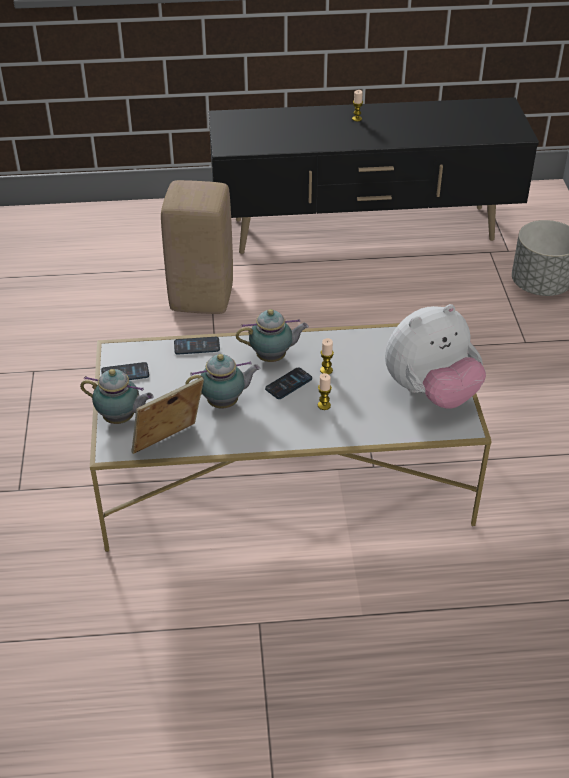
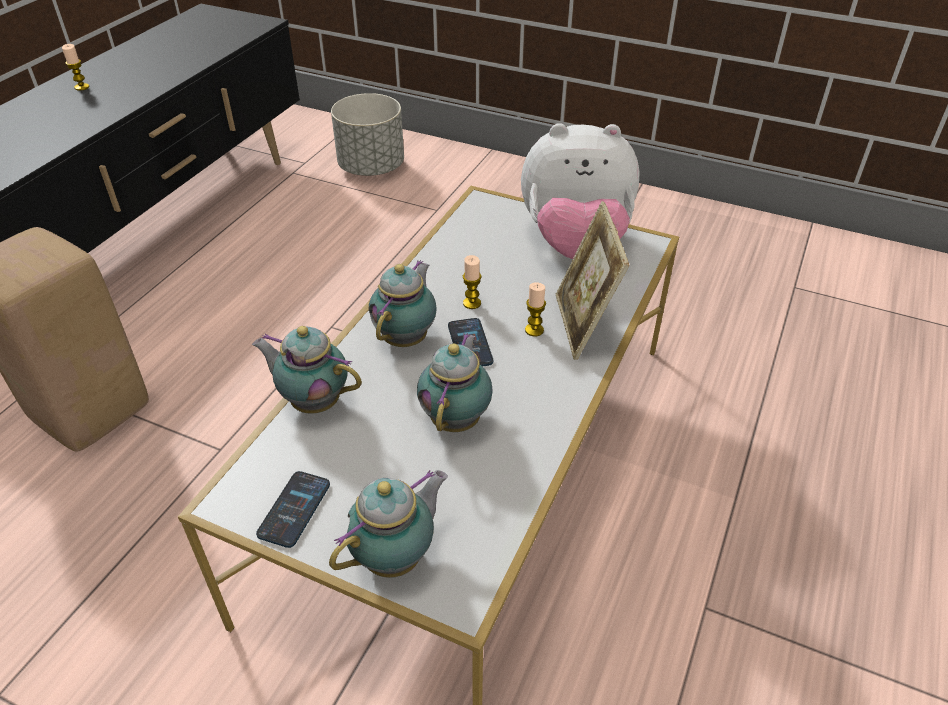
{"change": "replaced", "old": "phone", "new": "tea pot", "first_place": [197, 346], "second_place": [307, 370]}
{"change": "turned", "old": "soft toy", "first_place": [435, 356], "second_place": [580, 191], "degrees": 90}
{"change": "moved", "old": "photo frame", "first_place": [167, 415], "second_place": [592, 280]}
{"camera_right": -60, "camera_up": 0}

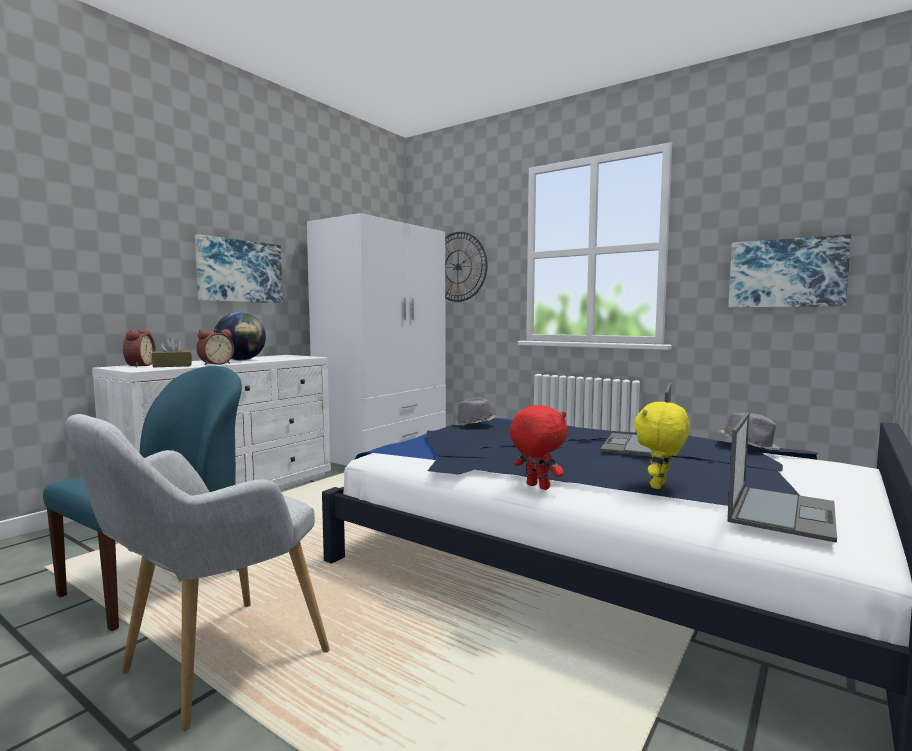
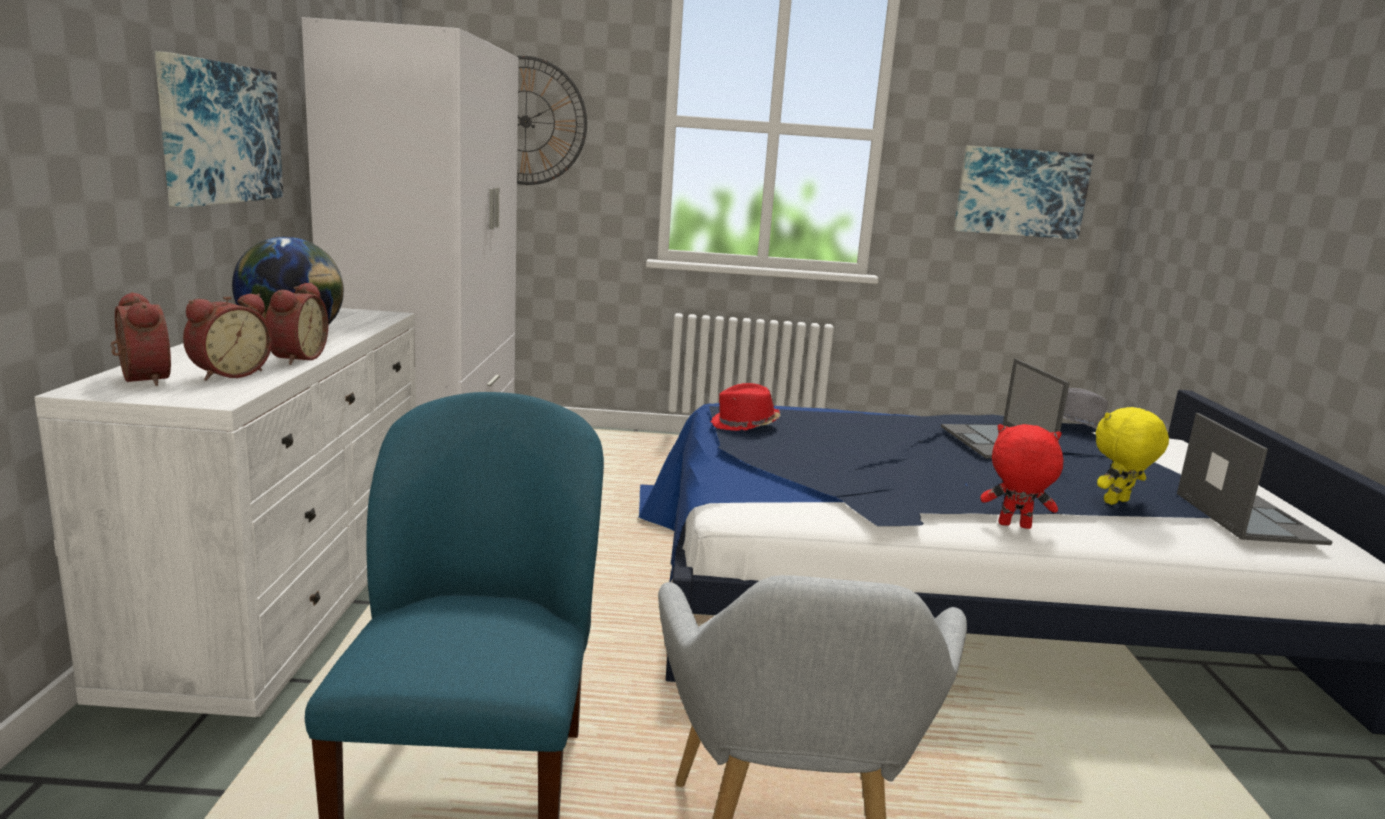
{"change": "replaced", "old": "tissue box/brownish", "new": "bedside clock", "first_place": [172, 352], "second_place": [227, 337]}
{"change": "recoloured", "old": "wearable hat/greyish", "new": "wearable hat/red", "first_place": [474, 411], "second_place": [745, 407]}
{"change": "turned", "old": "soft toy/yellow", "first_place": [662, 445], "second_place": [1132, 456], "degrees": 60}
{"camera_right": -35, "camera_up": 10}

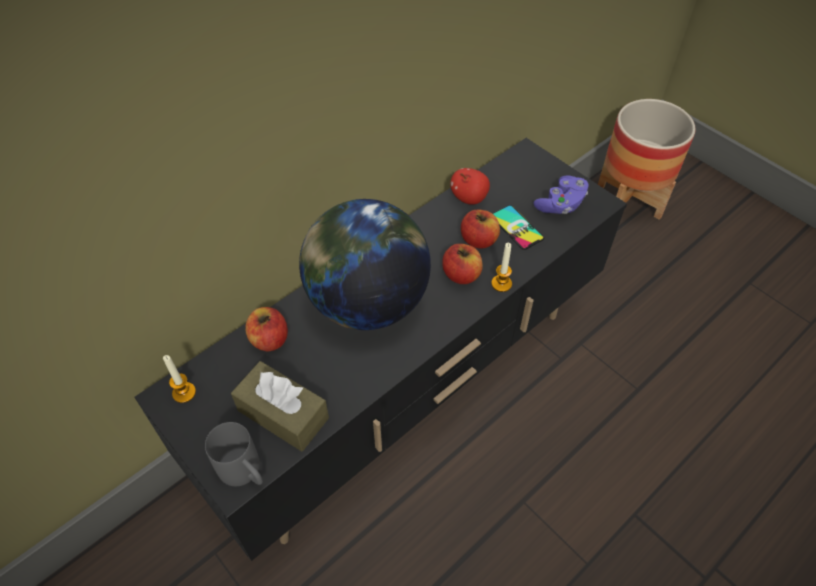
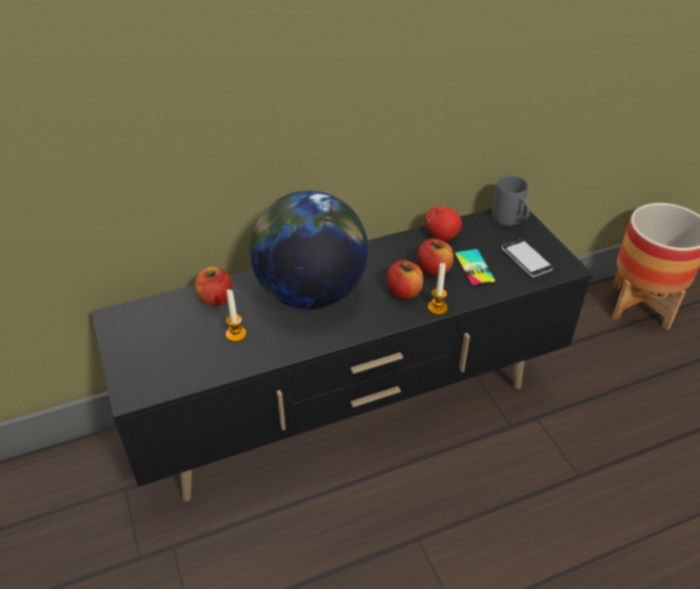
{"change": "moved", "old": "wax candle", "first_place": [179, 379], "second_place": [236, 315]}
{"change": "moved", "old": "tea mug/greyish", "first_place": [234, 454], "second_place": [511, 201]}
{"change": "replaced", "old": "game controller/purple", "new": "phone", "first_place": [561, 195], "second_place": [527, 258]}
{"change": "removed", "old": "tissue box/brownish", "first_place": [280, 406]}
{"camera_right": 20, "camera_up": -10}

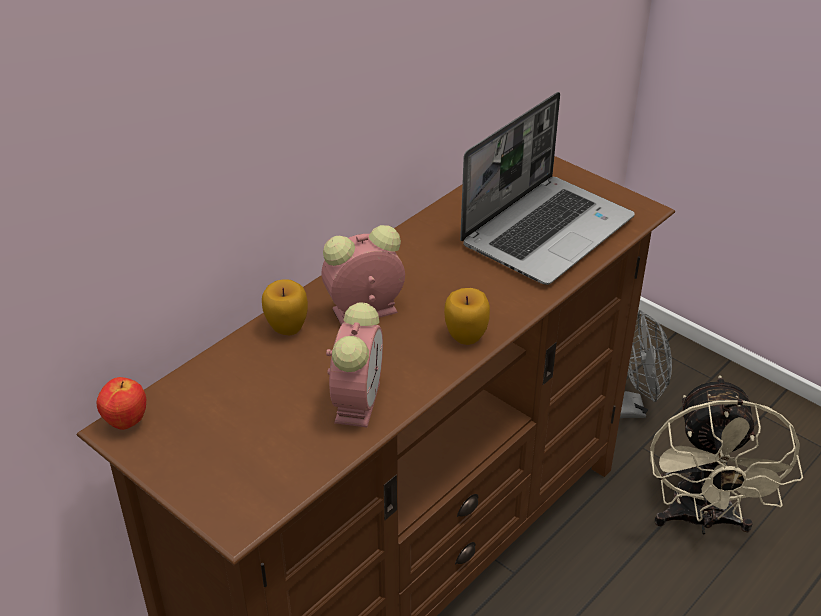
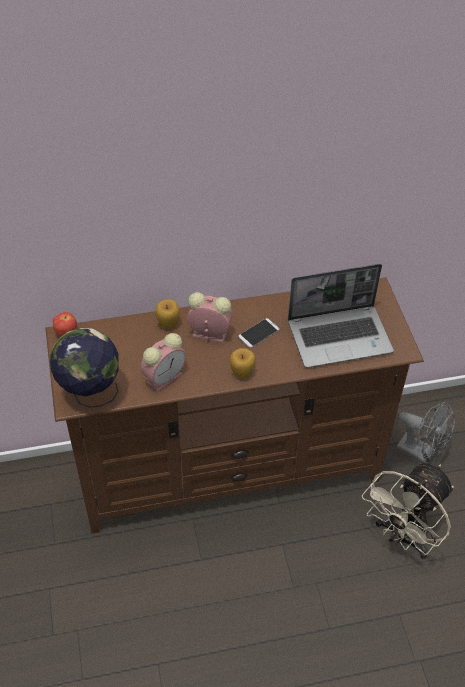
{"change": "added", "new": "desk globe", "second_place": [84, 368]}
{"change": "added", "new": "phone", "second_place": [259, 333]}
{"camera_right": 35, "camera_up": 10}

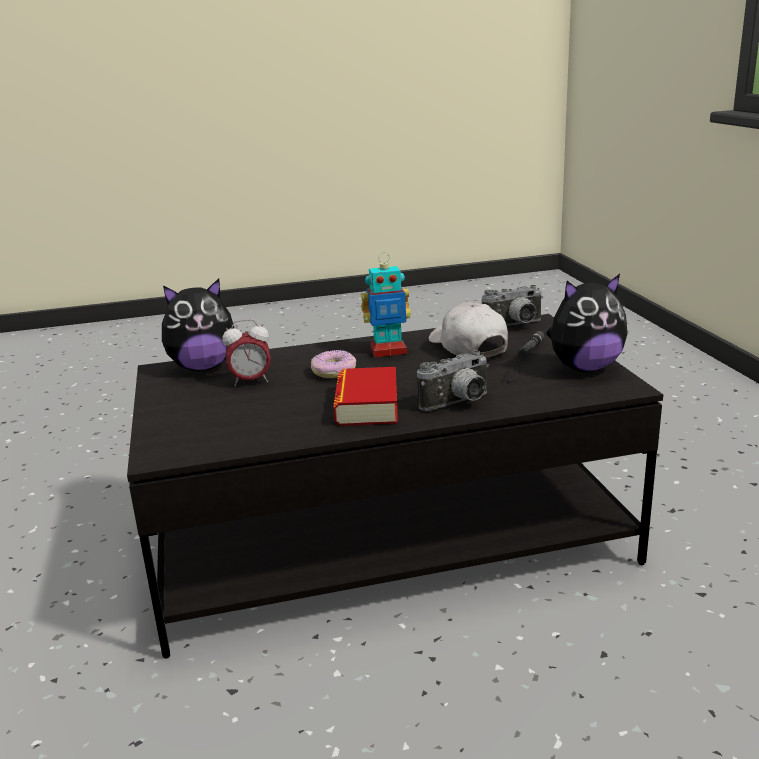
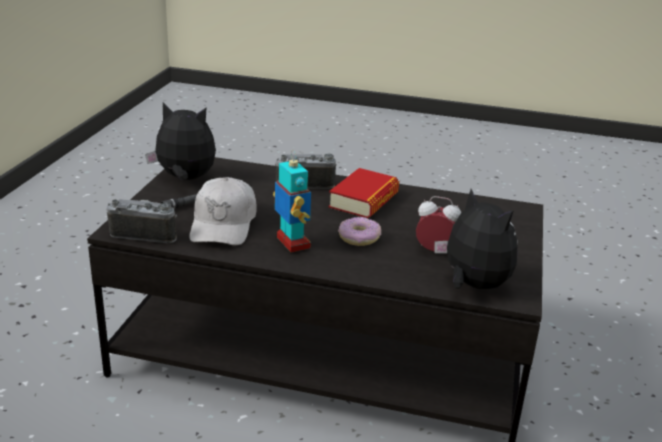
{"change": "turned", "old": "model robot", "first_place": [386, 305], "second_place": [292, 201], "degrees": 45}
{"change": "turned", "old": "soft toy", "first_place": [200, 325], "second_place": [476, 239], "degrees": 45}
{"camera_right": -155, "camera_up": 5}

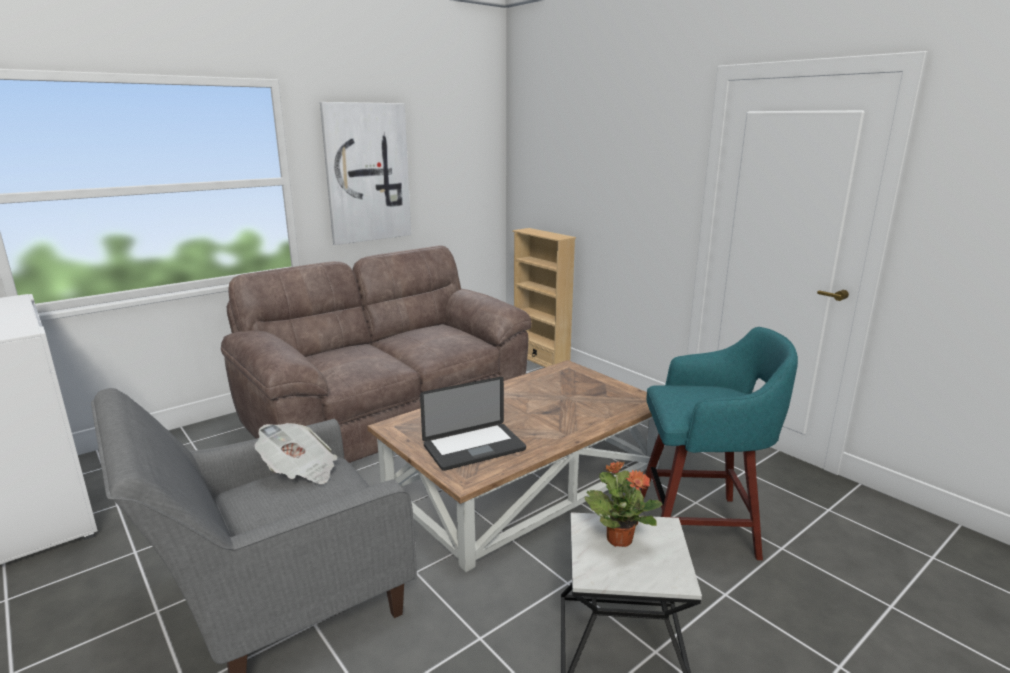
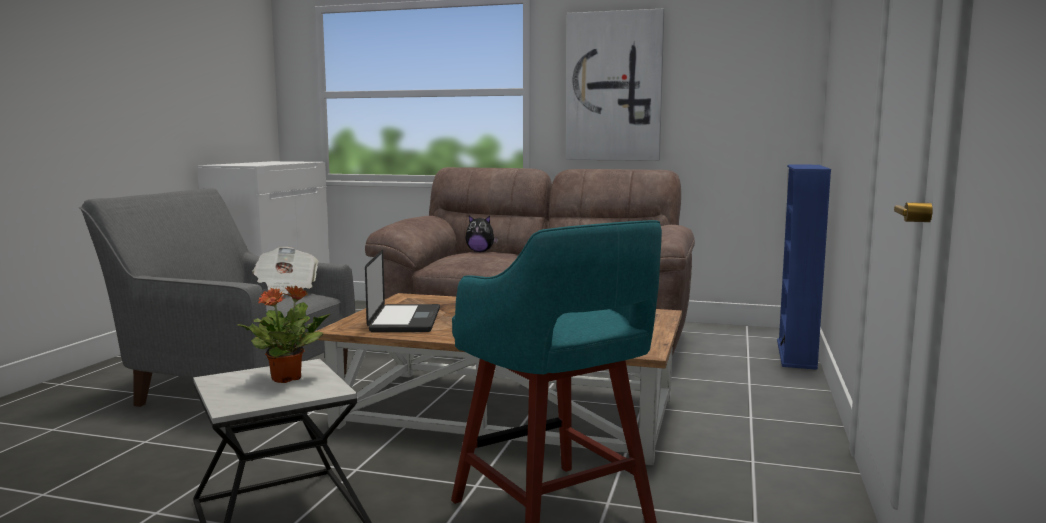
{"change": "turned", "old": "notebook computer", "first_place": [473, 424], "second_place": [402, 291], "degrees": -120}
{"change": "added", "new": "soft toy", "second_place": [481, 233]}
{"change": "recoloured", "old": "bookshelf/beige", "new": "bookshelf/blue", "first_place": [544, 297], "second_place": [804, 267]}
{"camera_right": 55, "camera_up": -10}

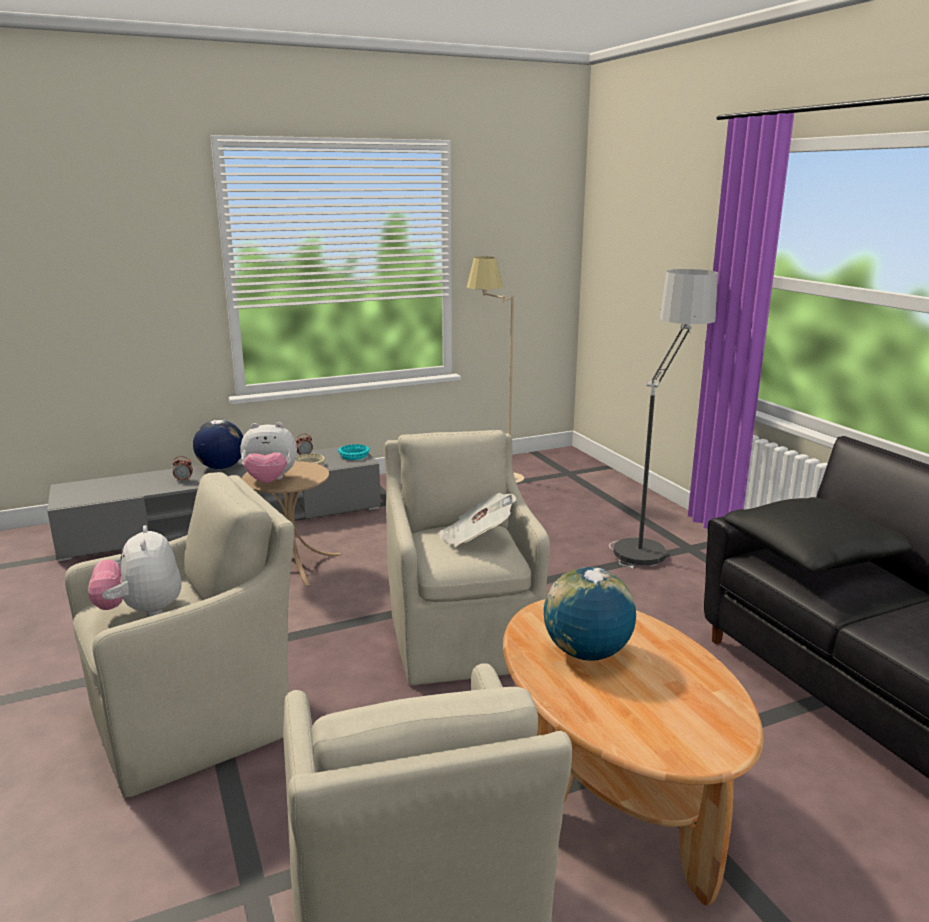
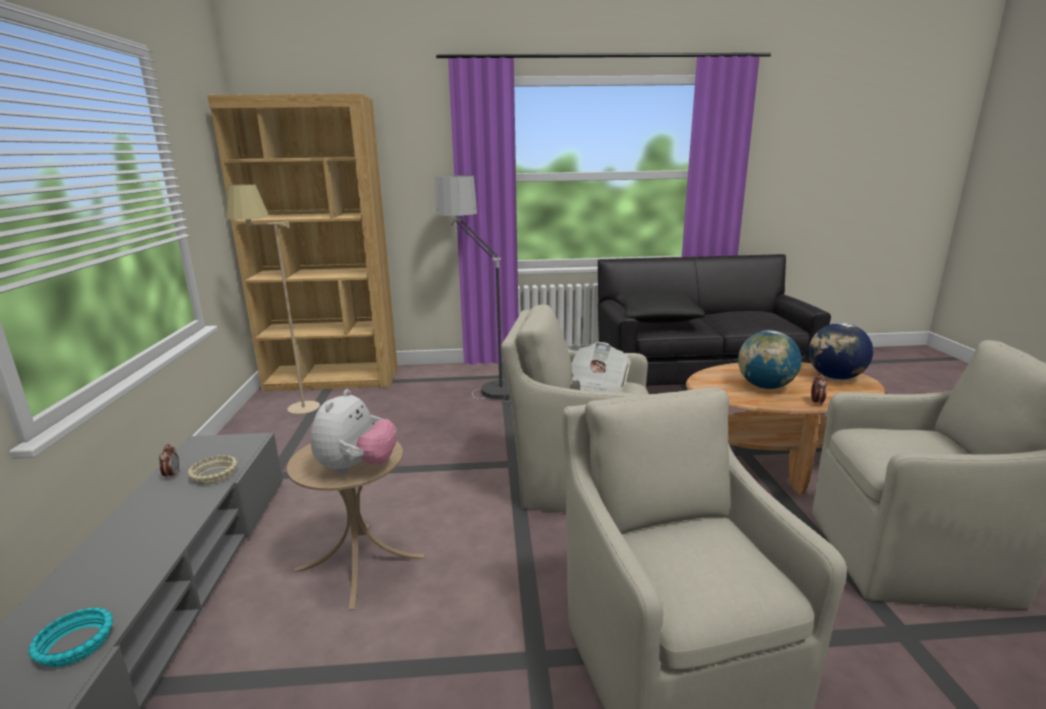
{"change": "moved", "old": "deep dish/blue-green", "first_place": [354, 452], "second_place": [70, 637]}
{"change": "added", "new": "bookshelf/brownish", "second_place": [302, 242]}
{"change": "moved", "old": "desk globe", "first_place": [218, 444], "second_place": [840, 351]}
{"change": "moved", "old": "bedside clock", "first_place": [183, 468], "second_place": [819, 389]}
{"change": "removed", "old": "soft toy", "first_place": [134, 571]}
{"camera_right": -70, "camera_up": 0}

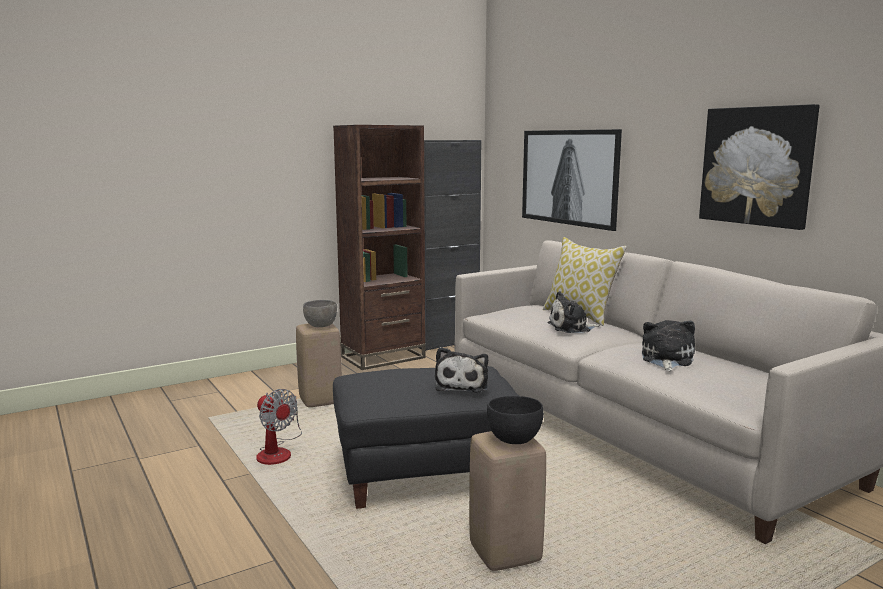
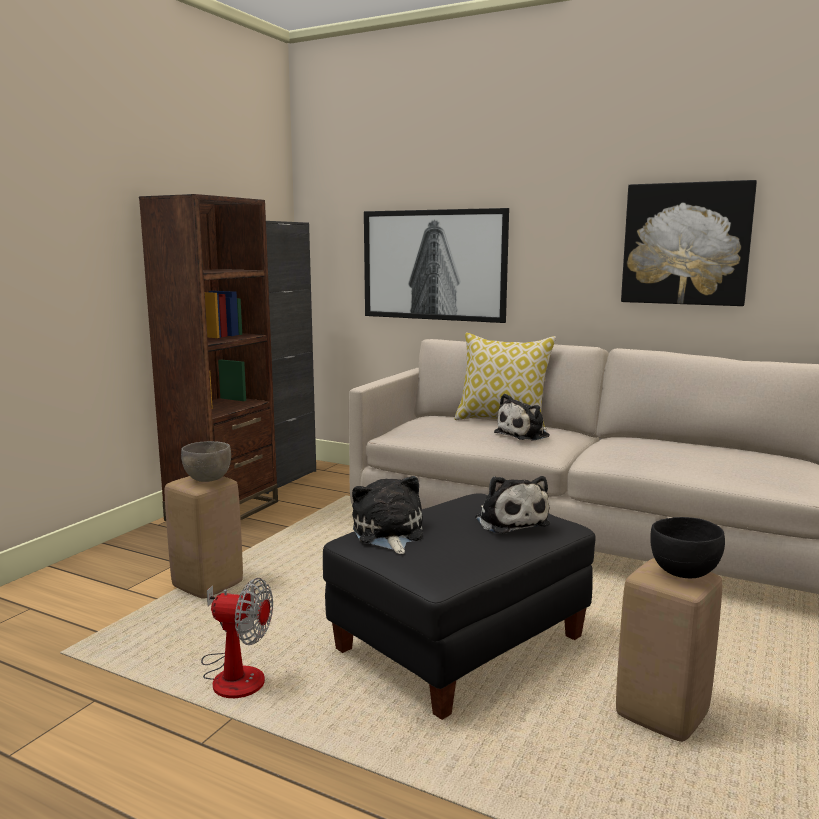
{"change": "moved", "old": "soft toy", "first_place": [668, 345], "second_place": [387, 515]}
{"camera_right": -30, "camera_up": 0}

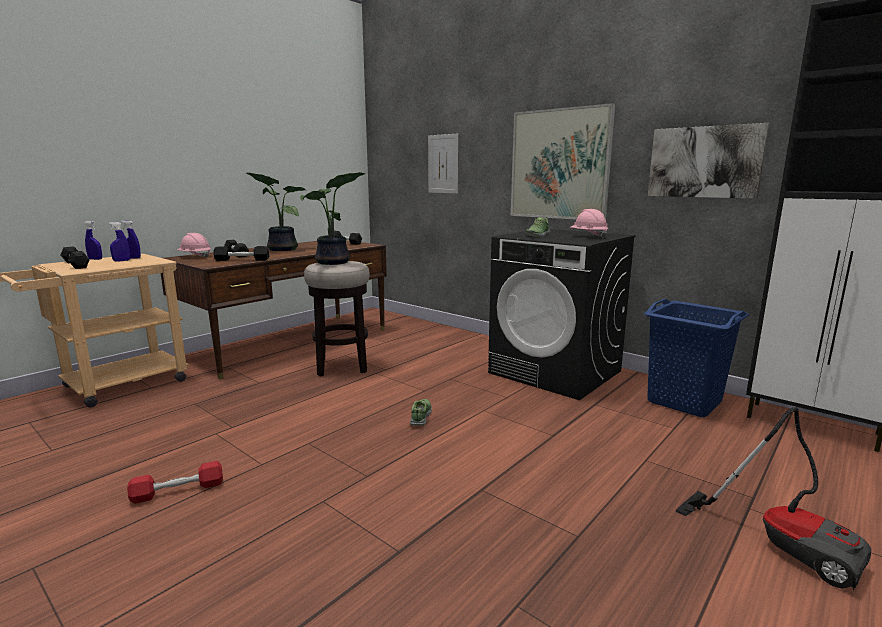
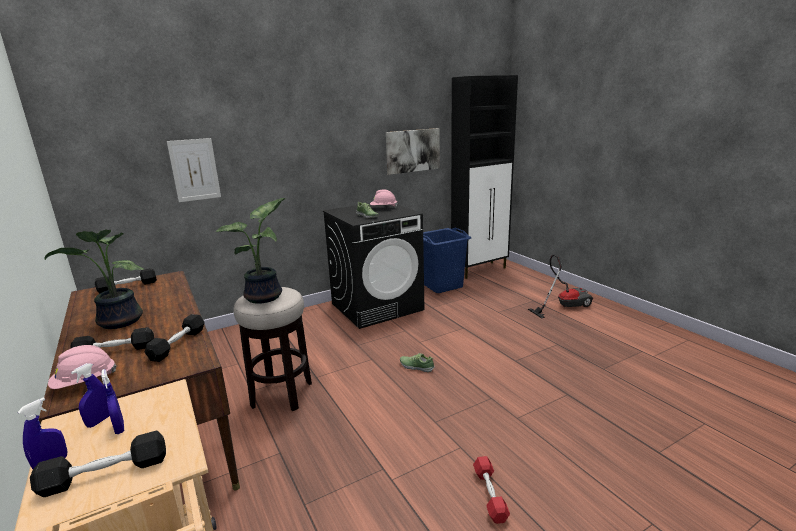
{"change": "removed", "old": "wall art", "first_place": [563, 161]}
{"camera_right": -70, "camera_up": 5}

